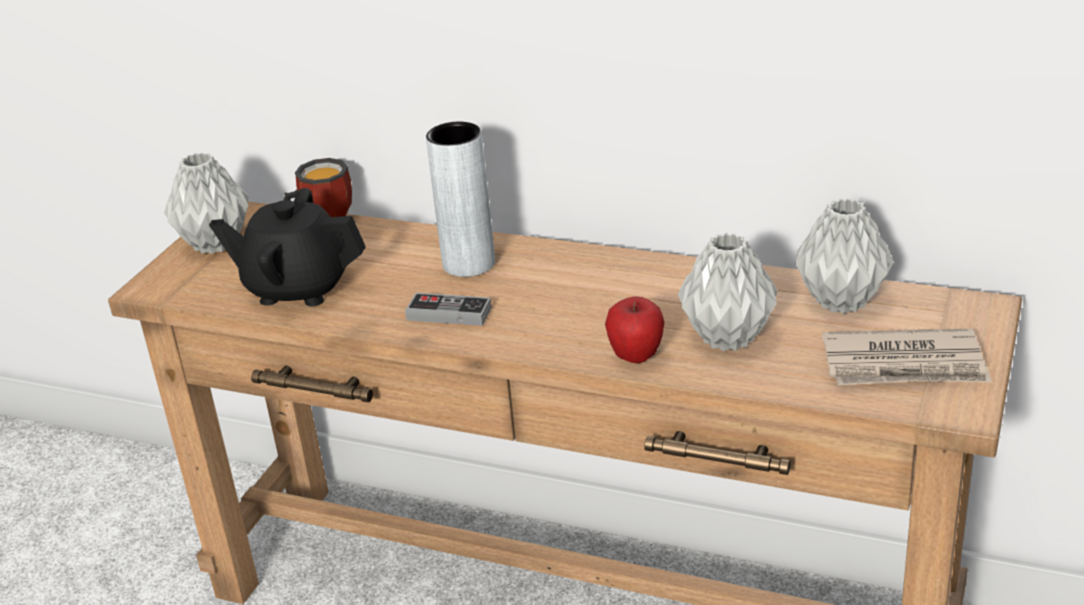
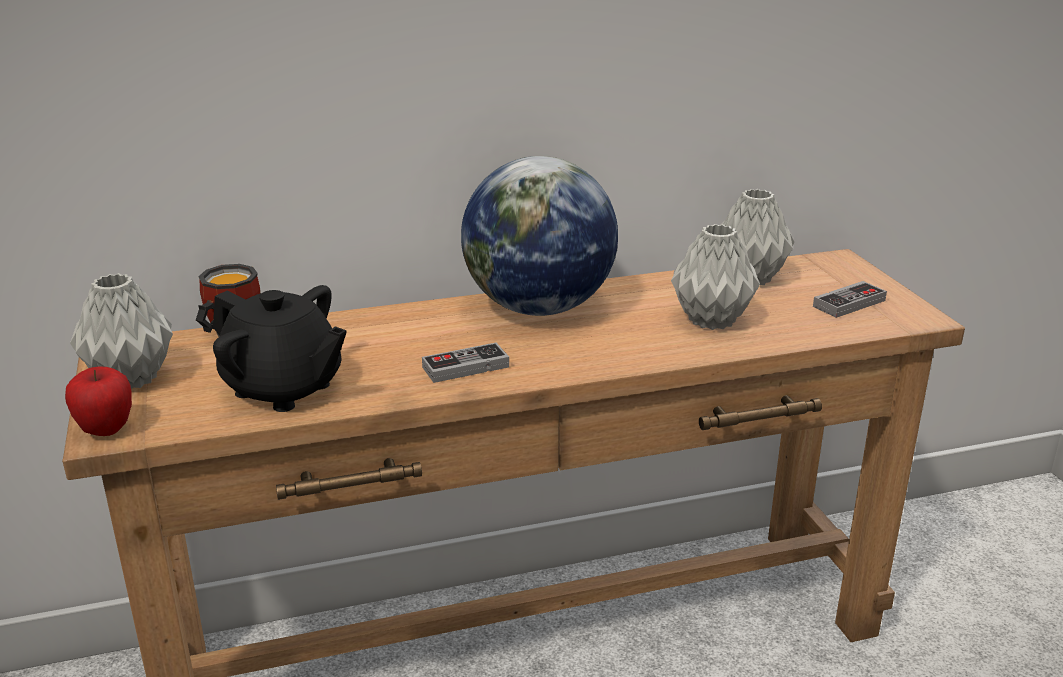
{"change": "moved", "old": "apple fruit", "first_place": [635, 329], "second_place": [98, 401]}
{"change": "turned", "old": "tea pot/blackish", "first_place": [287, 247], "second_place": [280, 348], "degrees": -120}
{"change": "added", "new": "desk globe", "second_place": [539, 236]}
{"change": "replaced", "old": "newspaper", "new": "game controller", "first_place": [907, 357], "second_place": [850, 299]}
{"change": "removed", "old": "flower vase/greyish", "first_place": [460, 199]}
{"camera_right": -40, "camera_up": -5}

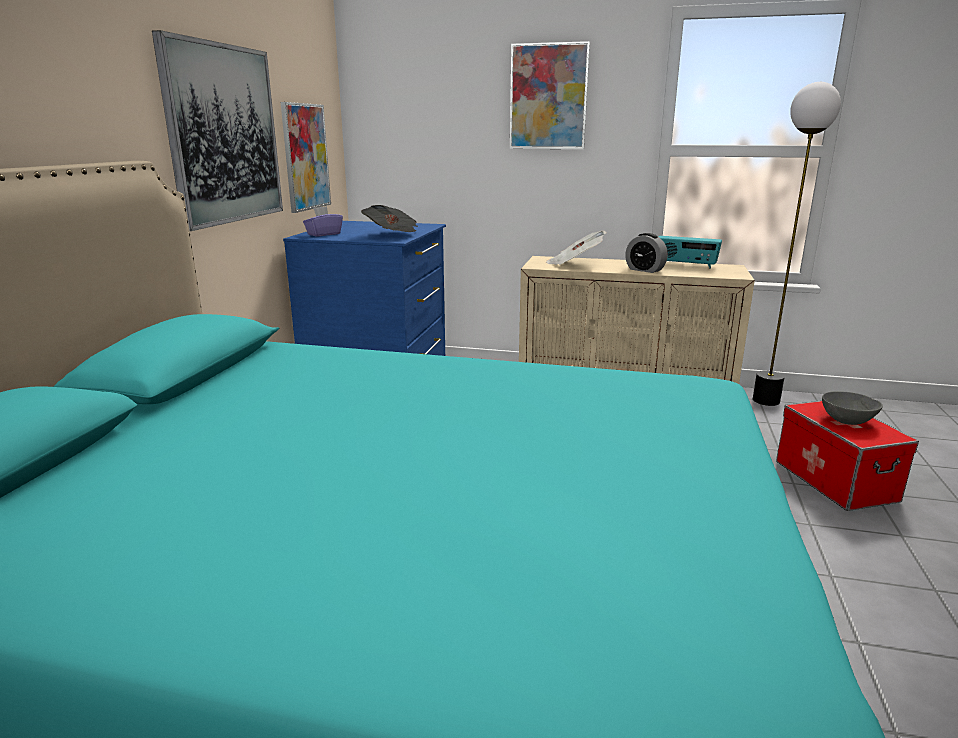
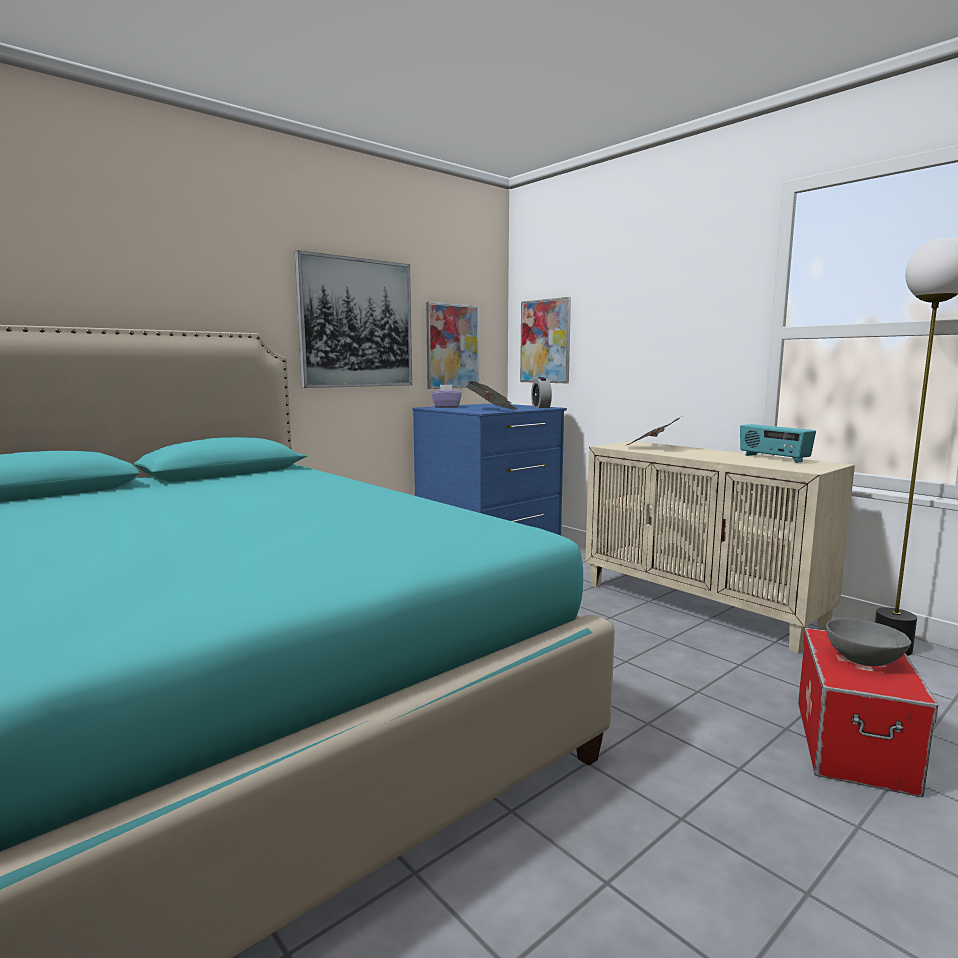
{"change": "moved", "old": "wall art", "first_place": [550, 95], "second_place": [545, 340]}
{"change": "moved", "old": "bedside clock", "first_place": [646, 253], "second_place": [541, 392]}
{"camera_right": 35, "camera_up": -10}

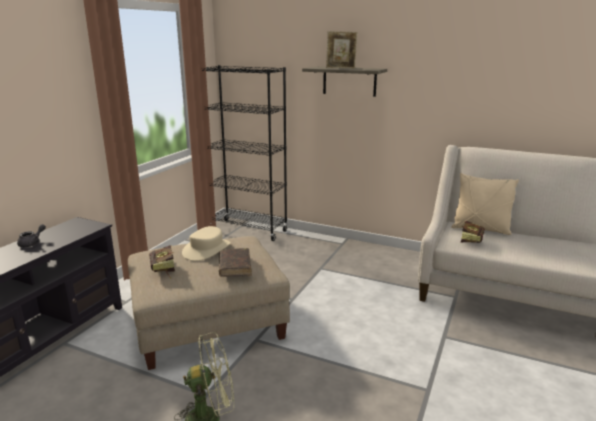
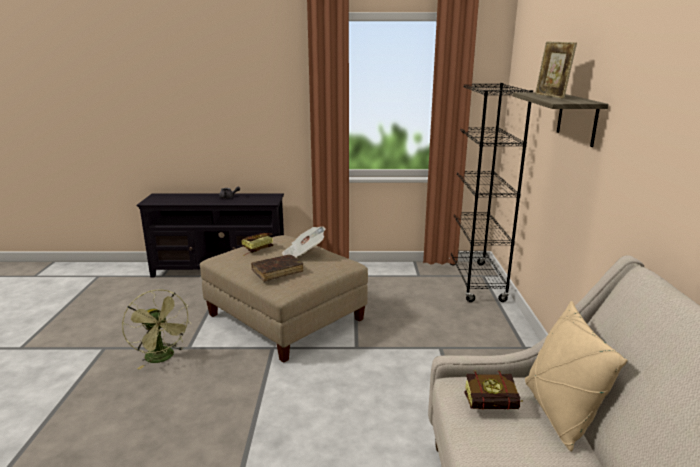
{"change": "replaced", "old": "wearable hat/beige", "new": "newspaper", "first_place": [206, 243], "second_place": [304, 242]}
{"camera_right": 65, "camera_up": 0}

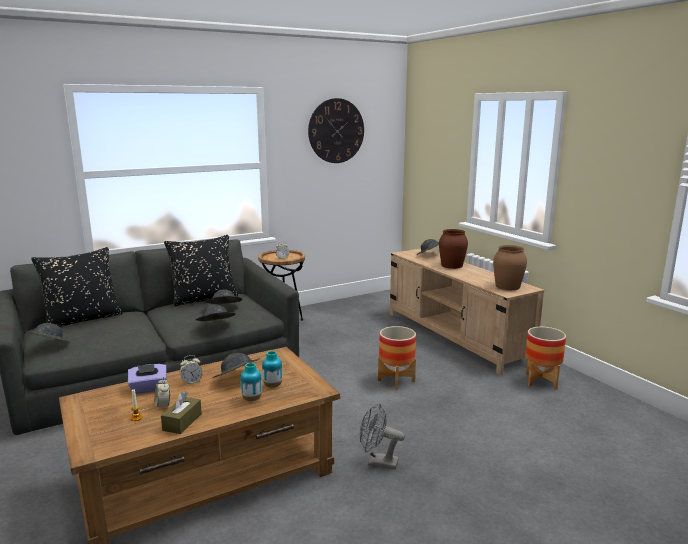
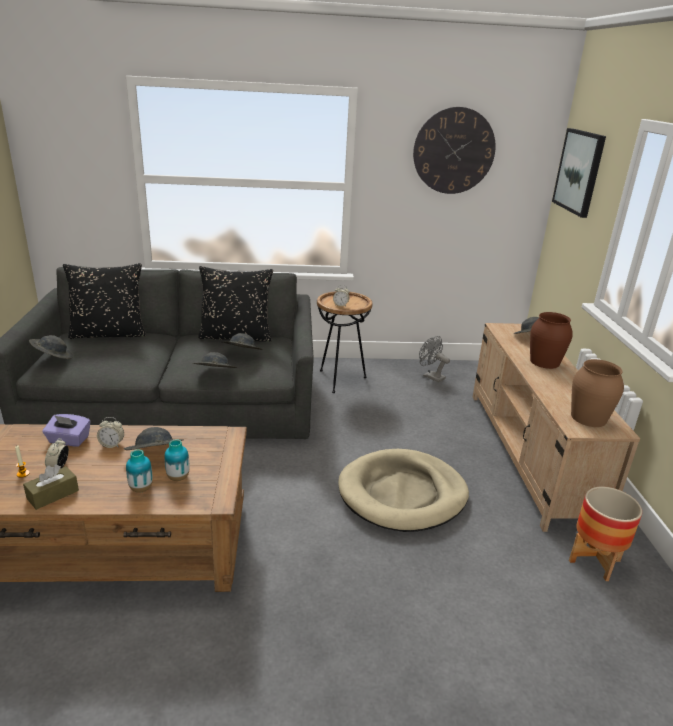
{"change": "replaced", "old": "flower pot", "new": "pet bed/beige", "first_place": [397, 358], "second_place": [403, 490]}
{"change": "moved", "old": "electric fan/greyish", "first_place": [382, 436], "second_place": [434, 359]}
{"change": "added", "new": "wall art", "second_place": [579, 173]}
{"camera_right": 25, "camera_up": 10}

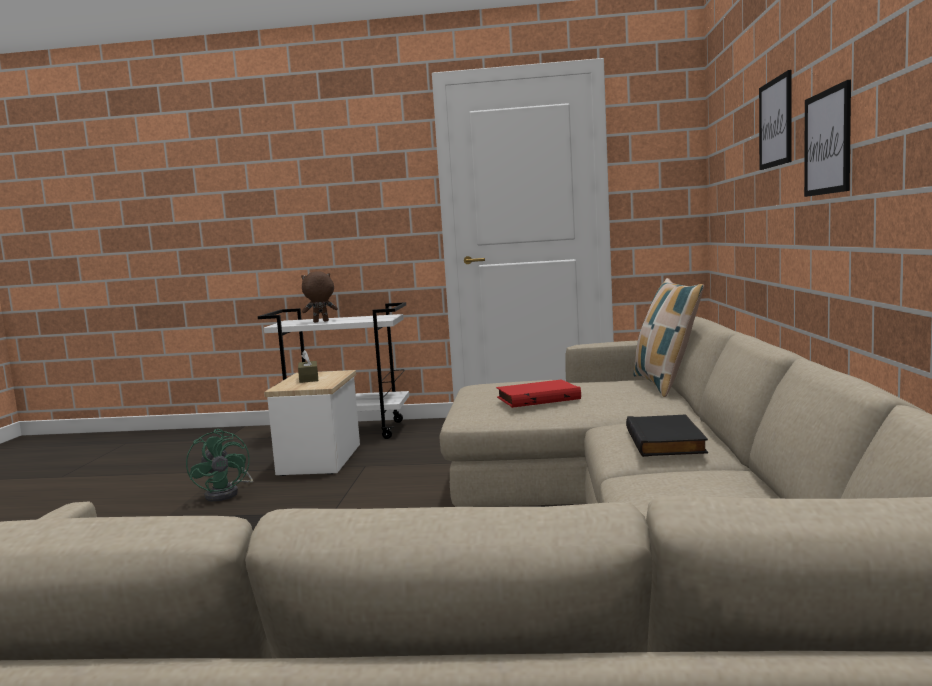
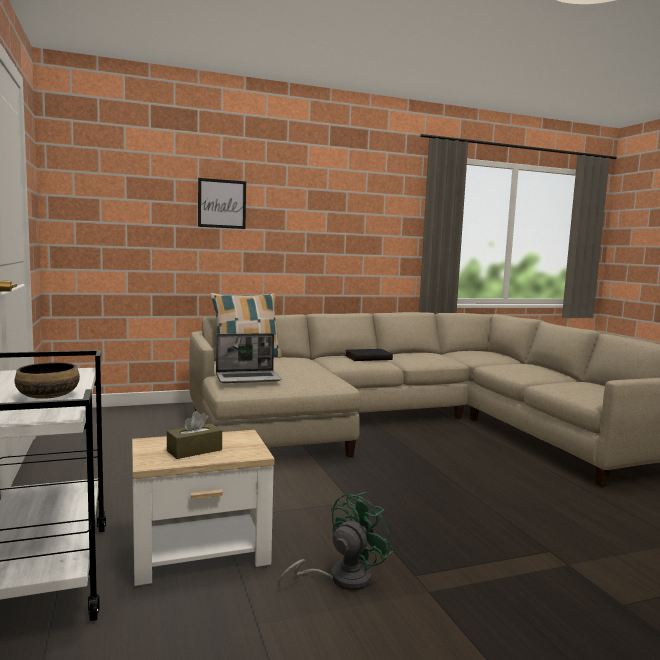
{"change": "replaced", "old": "soft toy/brownish", "new": "deep dish", "first_place": [319, 296], "second_place": [47, 380]}
{"change": "added", "new": "notebook computer", "second_place": [249, 358]}
{"change": "removed", "old": "book/red", "first_place": [538, 393]}
{"change": "removed", "old": "wall art", "first_place": [827, 138]}
{"camera_right": -115, "camera_up": 0}

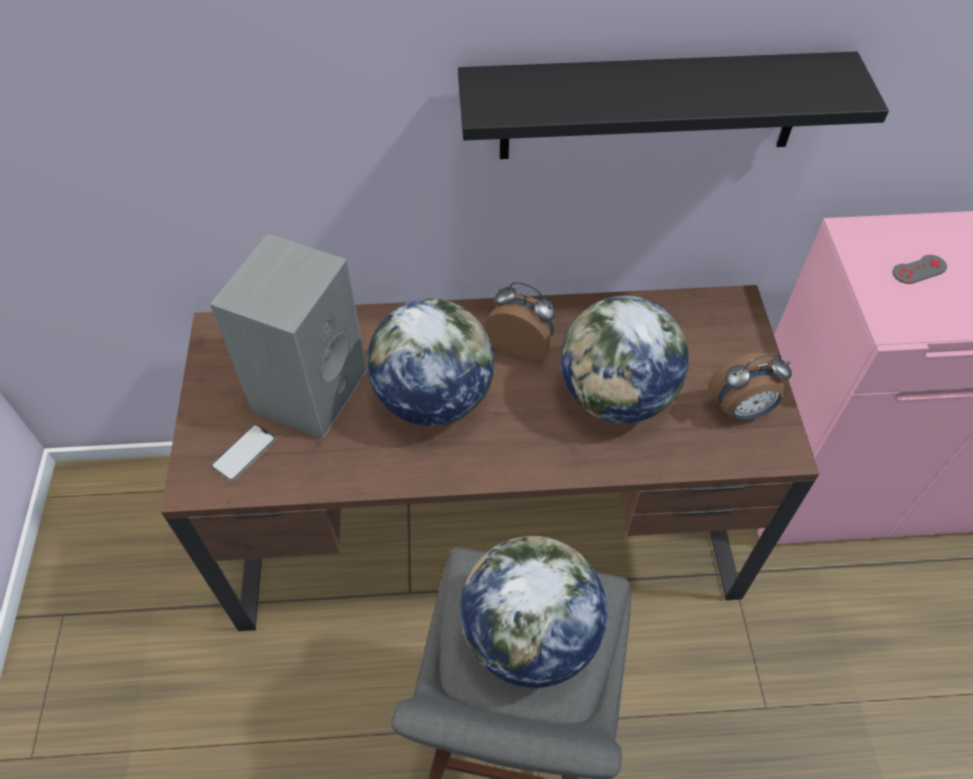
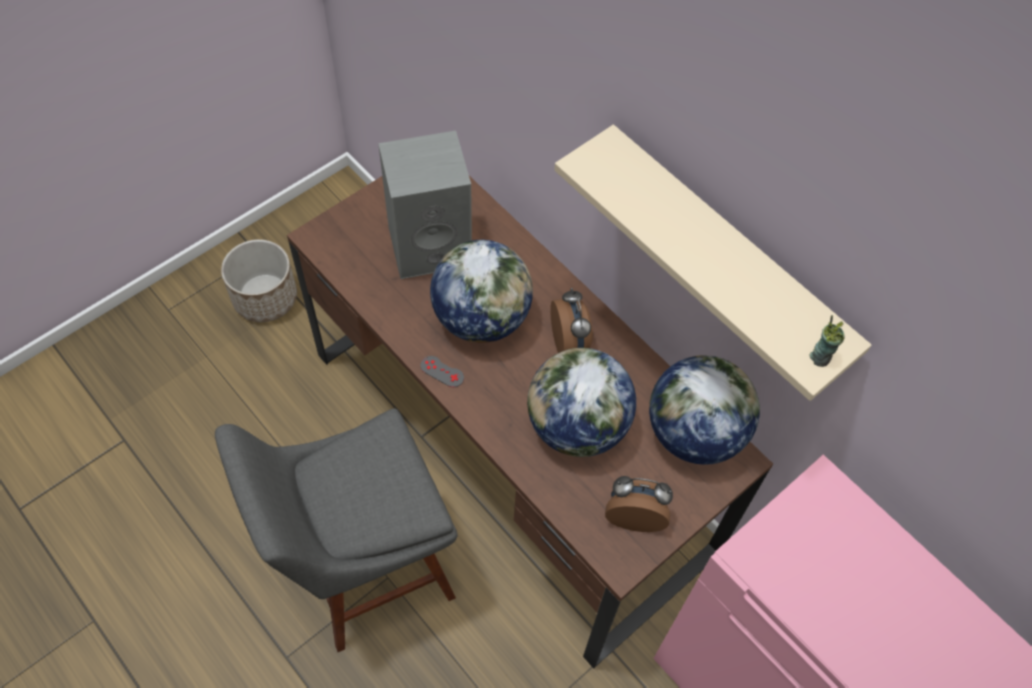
{"change": "added", "new": "flower pot", "second_place": [259, 280]}
{"change": "moved", "old": "game controller/greyish", "first_place": [919, 269], "second_place": [442, 371]}
{"change": "recoloured", "old": "wall shelf/blackish", "new": "wall shelf/beige", "first_place": [673, 105], "second_place": [712, 263]}
{"change": "turned", "old": "bedside clock", "first_place": [750, 386], "second_place": [639, 504], "degrees": 150}
{"change": "moved", "old": "desk globe", "first_place": [533, 612], "second_place": [704, 410]}
{"change": "added", "new": "cup", "second_place": [827, 341]}
{"change": "removed", "old": "phone", "first_place": [243, 453]}
{"camera_right": 50, "camera_up": 5}

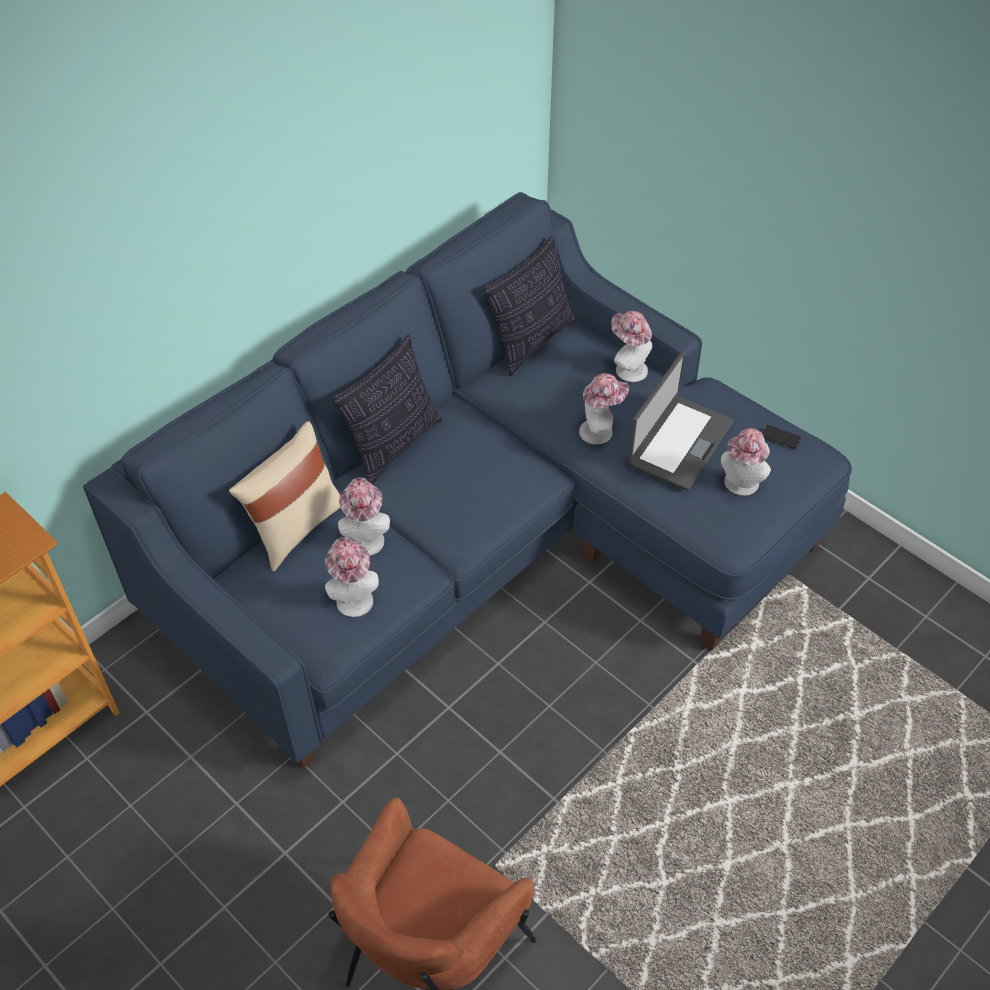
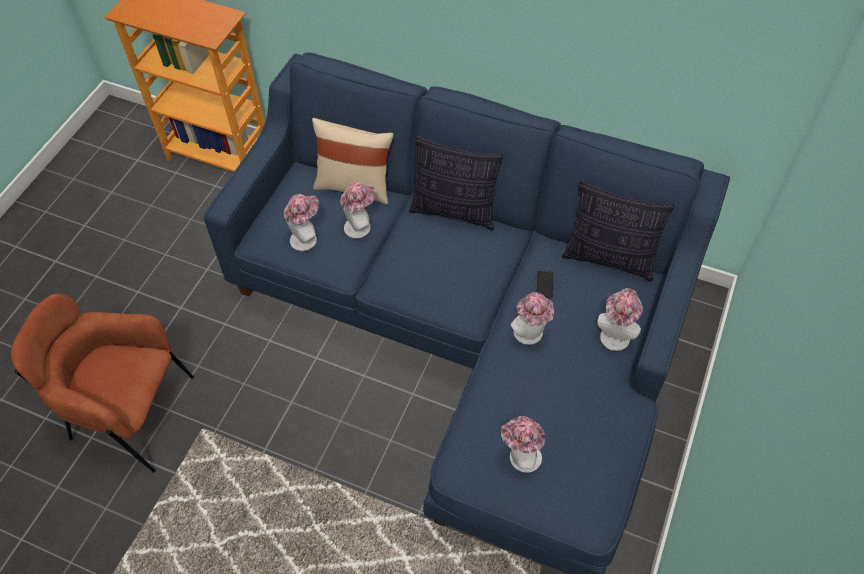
{"change": "moved", "old": "phone", "first_place": [782, 437], "second_place": [545, 284]}
{"change": "removed", "old": "notebook computer", "first_place": [680, 421]}
{"camera_right": 70, "camera_up": 5}

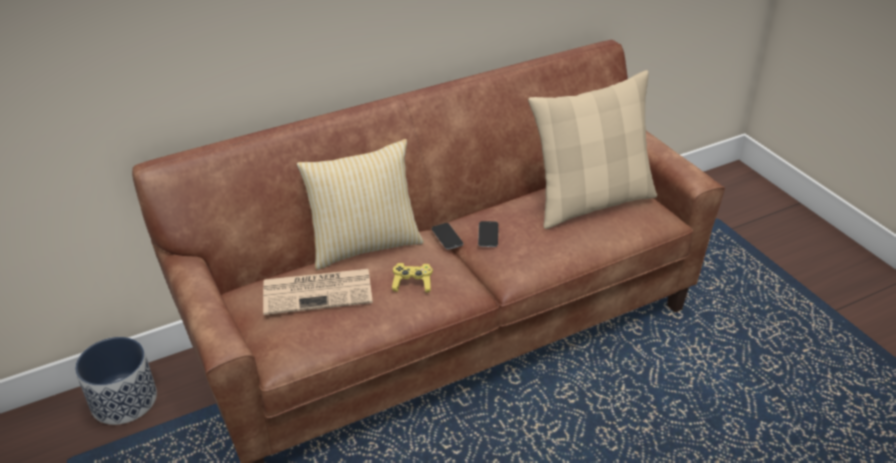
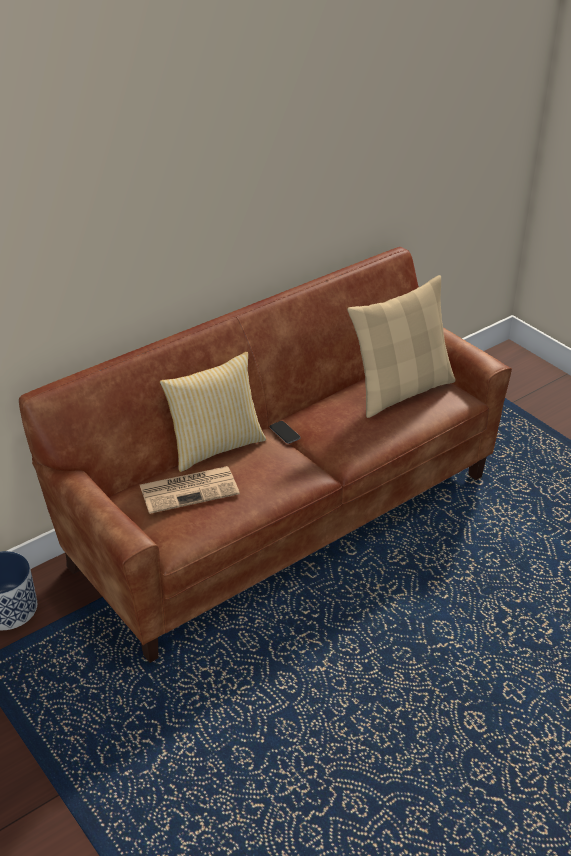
{"change": "removed", "old": "game controller/yellow", "first_place": [412, 278]}
{"change": "removed", "old": "phone", "first_place": [488, 234]}
{"camera_right": -10, "camera_up": 0}

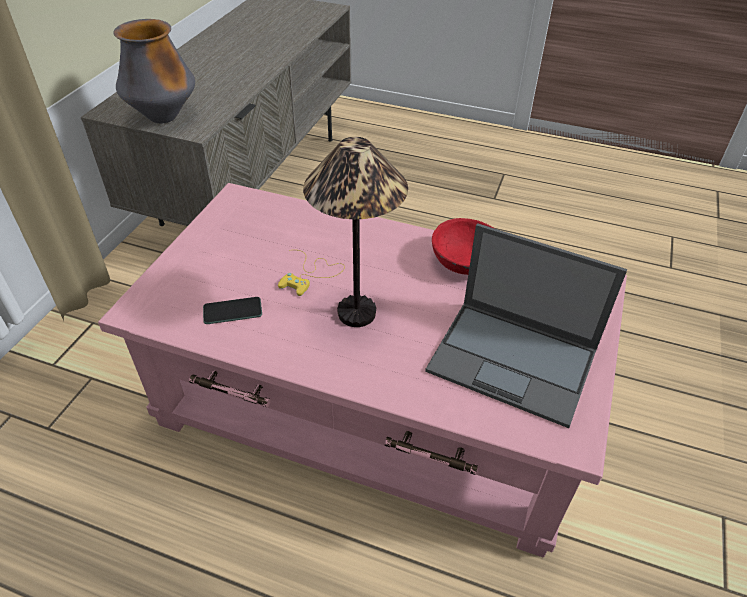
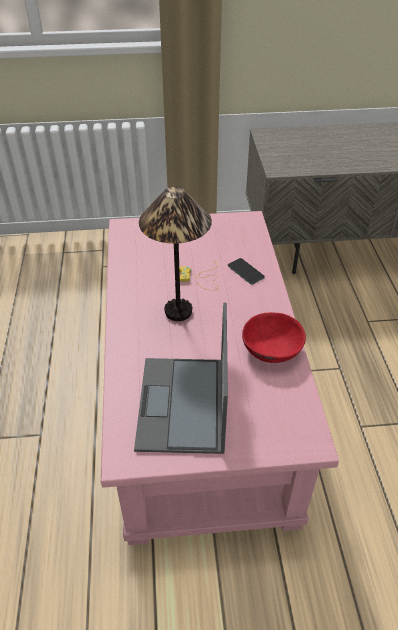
{"change": "moved", "old": "phone", "first_place": [232, 310], "second_place": [246, 271]}
{"change": "removed", "old": "flower vase", "first_place": [154, 71]}
{"camera_right": 65, "camera_up": 0}

